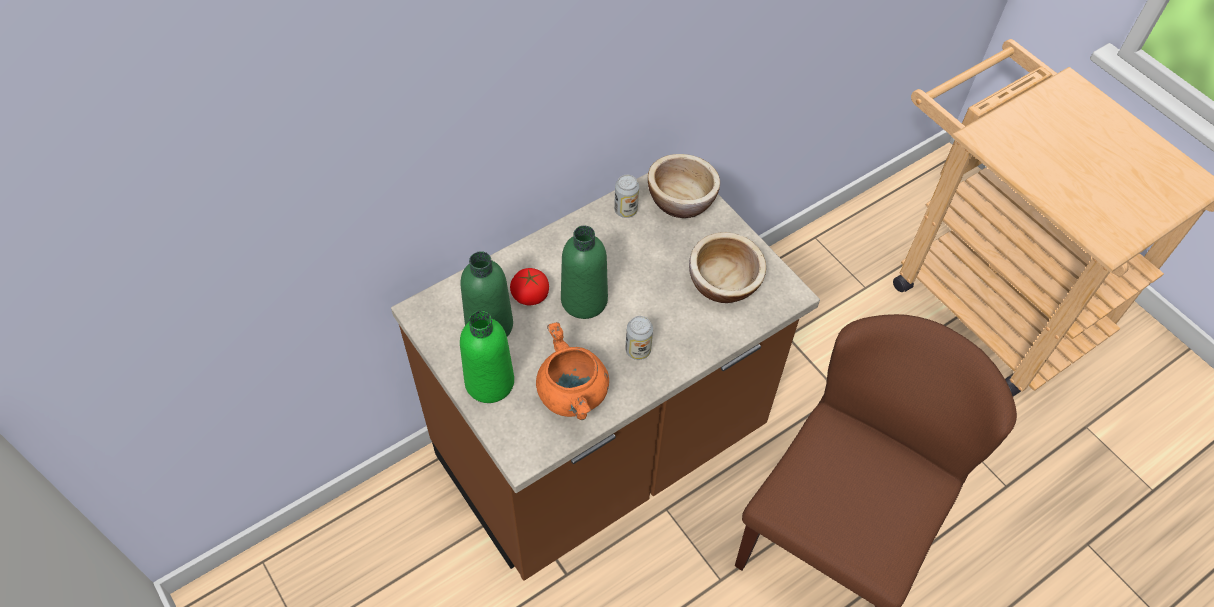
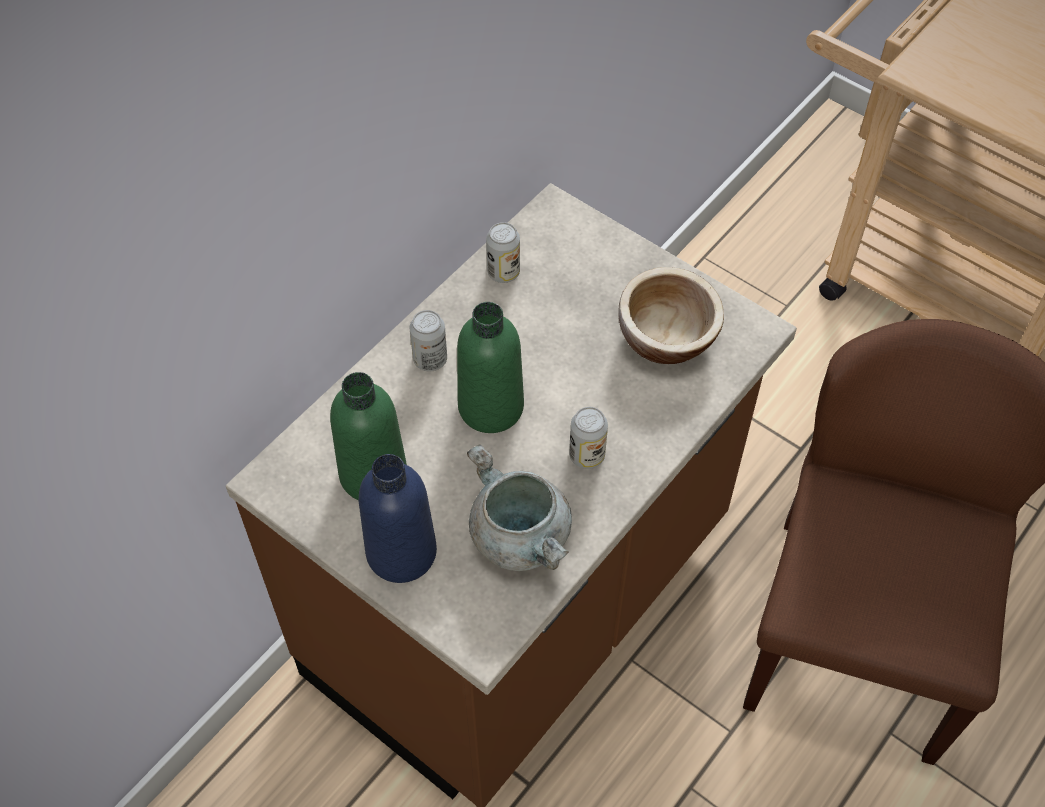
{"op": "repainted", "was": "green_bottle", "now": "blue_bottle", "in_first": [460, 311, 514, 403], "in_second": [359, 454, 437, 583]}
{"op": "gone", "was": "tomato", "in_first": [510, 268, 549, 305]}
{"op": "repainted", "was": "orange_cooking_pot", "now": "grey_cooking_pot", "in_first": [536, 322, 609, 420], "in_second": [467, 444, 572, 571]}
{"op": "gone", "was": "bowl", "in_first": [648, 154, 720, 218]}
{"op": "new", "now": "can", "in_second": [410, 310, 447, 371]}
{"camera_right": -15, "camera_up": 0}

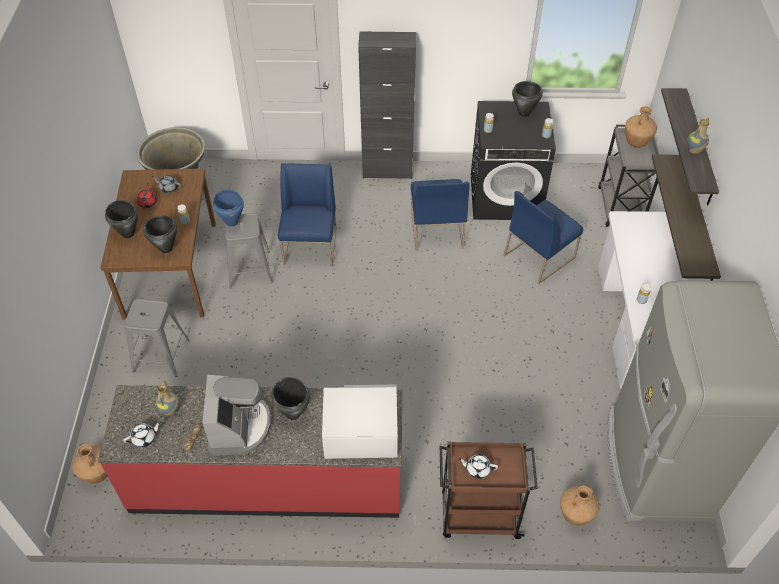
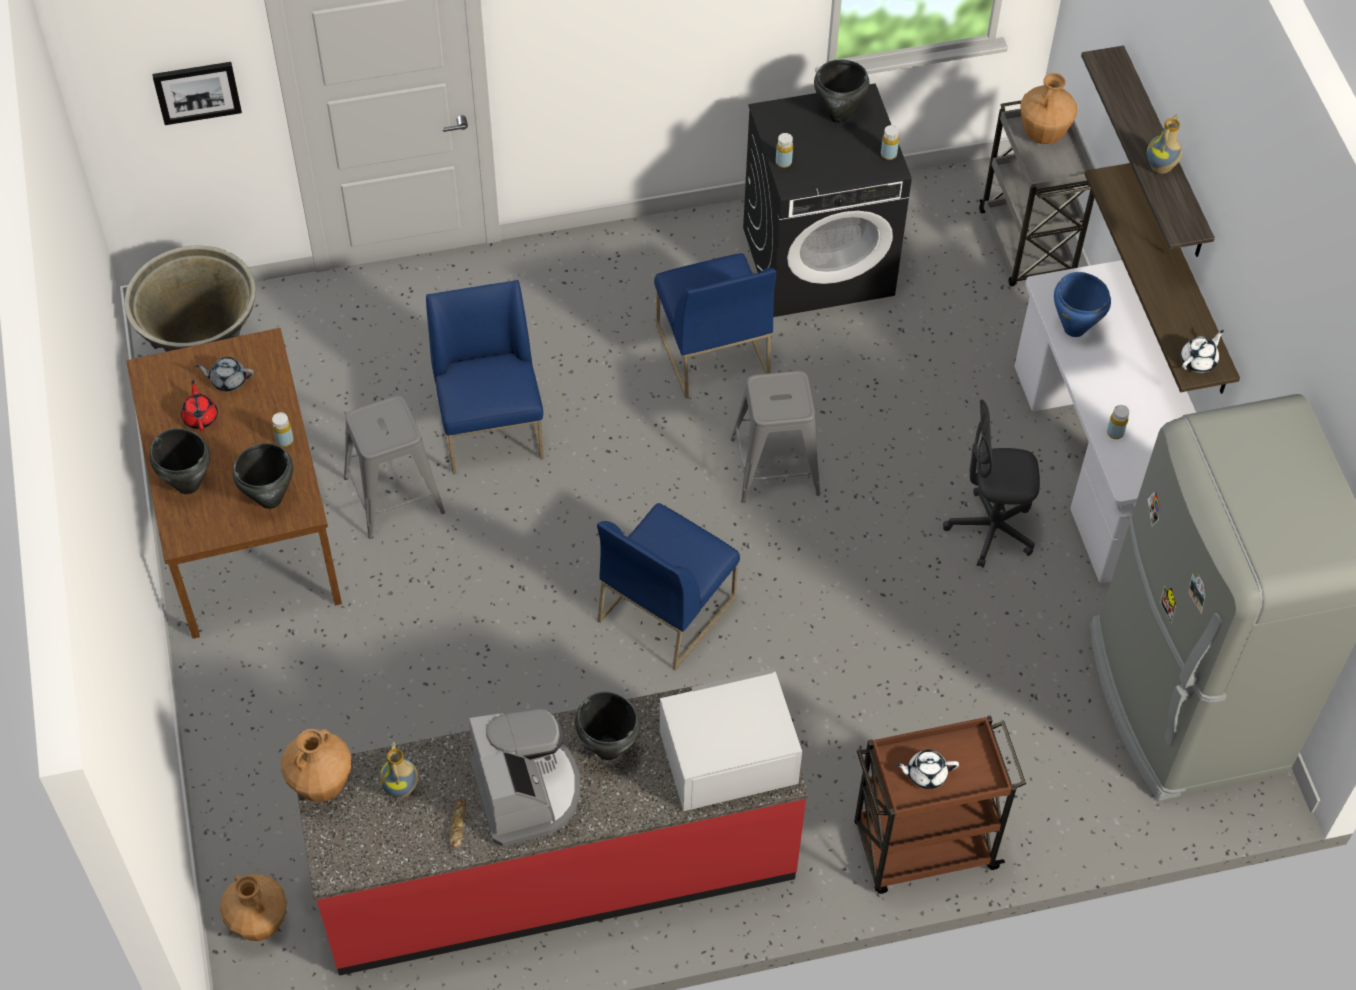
{"op": "shifted", "was": "white_teapot", "in_first": [123, 422, 161, 447], "in_second": [1181, 330, 1224, 373]}
{"op": "shifted", "was": "grey_stool", "in_first": [124, 299, 189, 377], "in_second": [731, 371, 820, 503]}
{"op": "shifted", "was": "blue_cooking_pot", "in_first": [213, 189, 244, 227], "in_second": [1054, 272, 1111, 337]}
{"op": "gone", "was": "black_cabinet", "in_first": [358, 31, 416, 179]}
{"op": "shifted", "was": "blue_chair", "in_first": [503, 191, 583, 284], "in_second": [597, 503, 740, 671]}
{"op": "shifted", "was": "brown_vase", "in_first": [560, 486, 599, 526], "in_second": [281, 729, 351, 802]}
{"op": "new", "now": "picture", "in_second": [152, 62, 242, 125]}
{"op": "new", "now": "grey_office_chair", "in_second": [943, 400, 1040, 568]}
{"camera_right": -15, "camera_up": 5}

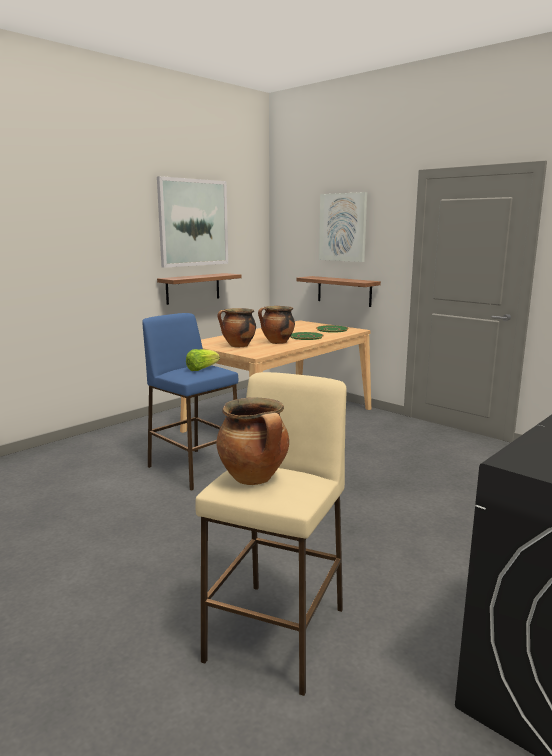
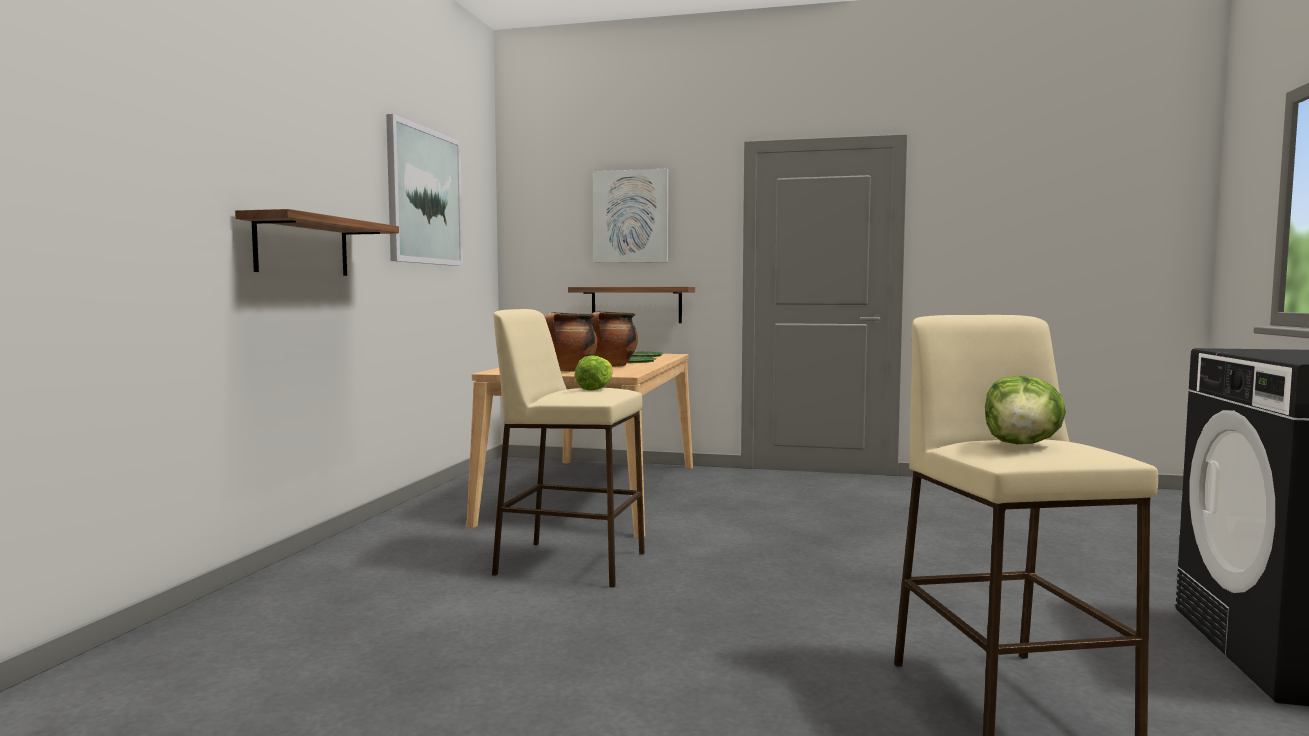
{"op": "repainted", "was": "blue_stool", "now": "beige_stool", "in_first": [142, 313, 238, 491], "in_second": [492, 309, 645, 588]}
{"op": "shifted", "was": "shelf", "in_first": [157, 273, 242, 305], "in_second": [235, 209, 399, 276]}
{"op": "swapped", "was": "cooking_pot", "now": "lettuce", "in_first": [216, 397, 289, 485], "in_second": [985, 376, 1066, 445]}
{"camera_right": -30, "camera_up": -10}

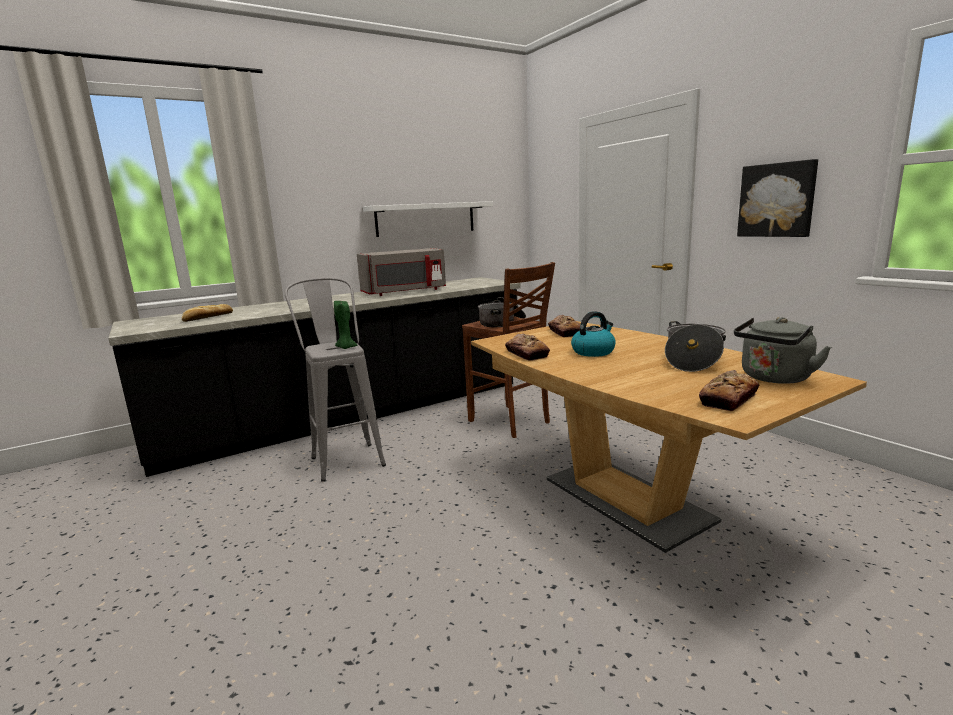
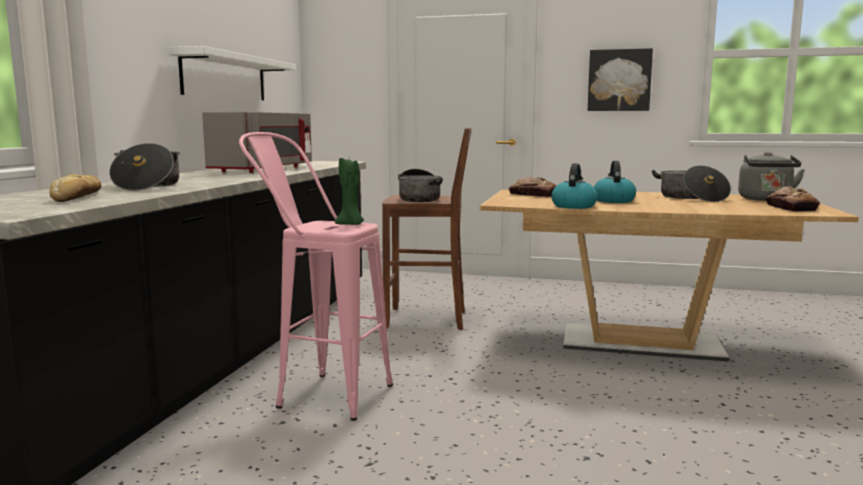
{"op": "repainted", "was": "grey_stool", "now": "pink_stool", "in_first": [285, 277, 386, 482], "in_second": [239, 132, 393, 421]}
{"op": "swapped", "was": "bread", "now": "kettle", "in_first": [505, 334, 550, 361], "in_second": [551, 163, 597, 209]}
{"op": "new", "now": "cooking_pot", "in_second": [109, 143, 180, 191]}
{"camera_right": -45, "camera_up": -5}

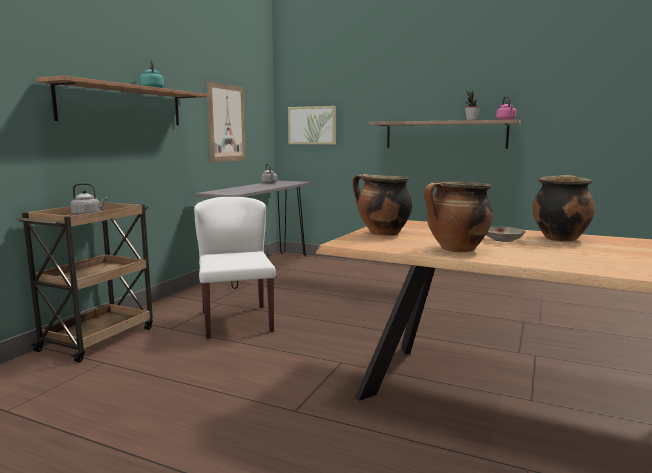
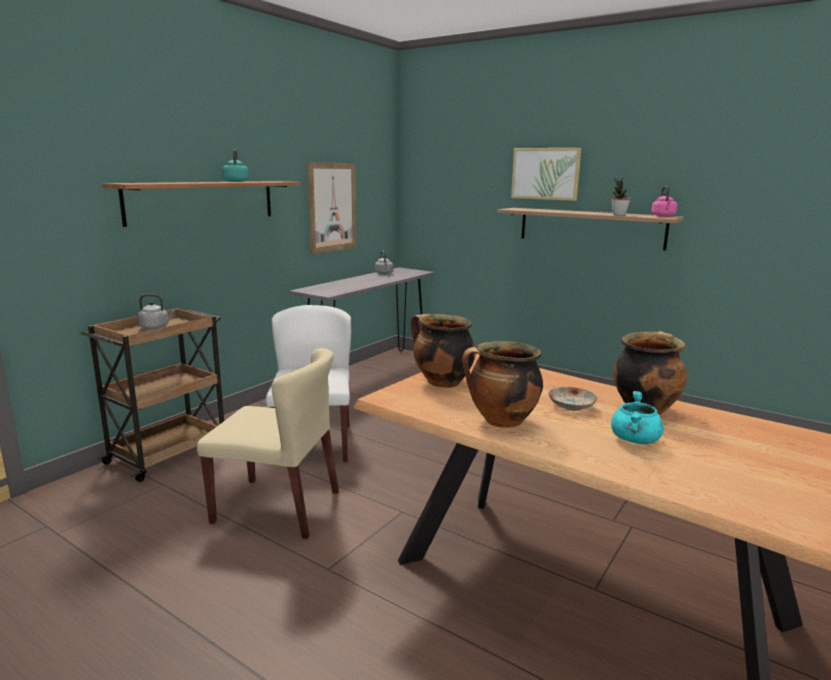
{"op": "shifted", "was": "picture", "in_first": [288, 106, 336, 144], "in_second": [511, 148, 581, 201]}
{"op": "new", "now": "beige_chair", "in_second": [197, 348, 339, 539]}
{"op": "new", "now": "turquoise_cooking_pot", "in_second": [611, 391, 664, 444]}
{"camera_right": 10, "camera_up": 5}

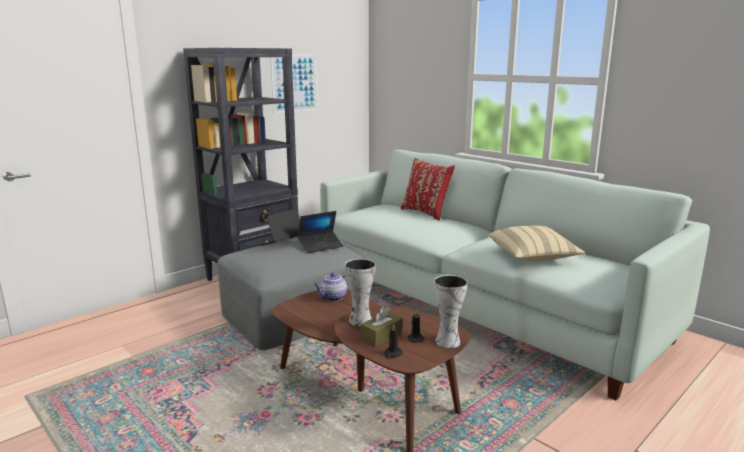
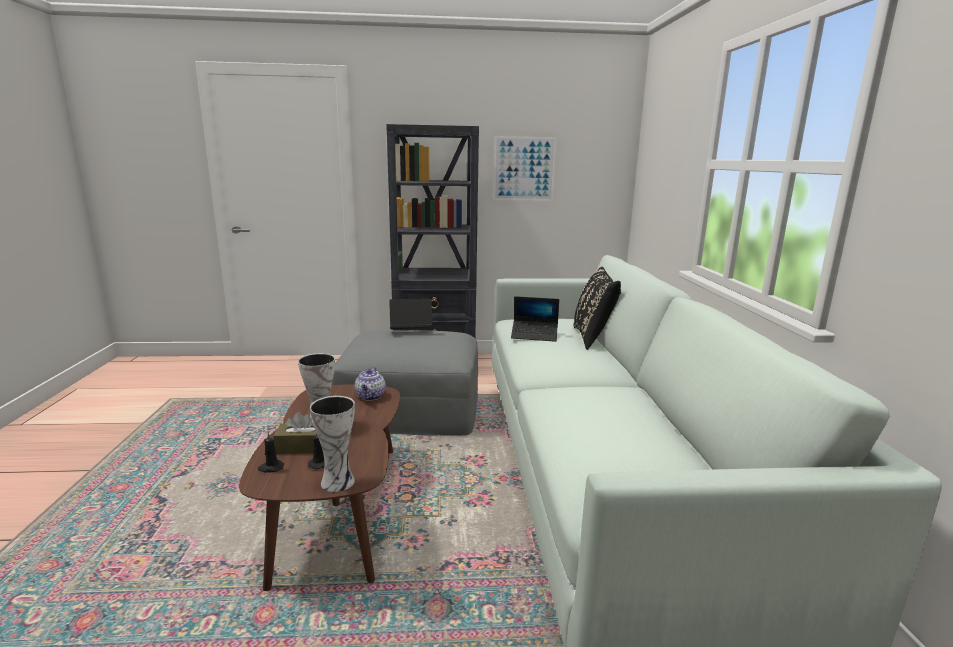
{"op": "shifted", "was": "laptop", "in_first": [298, 211, 343, 253], "in_second": [511, 296, 559, 342]}
{"op": "rotated", "was": "teapot", "in_first": [314, 273, 349, 301], "in_second": [355, 367, 386, 401], "clockwise": -90}
{"op": "repainted", "was": "red_pillow", "now": "black_pillow", "in_first": [401, 158, 455, 221], "in_second": [574, 267, 621, 350]}
{"op": "gone", "was": "beige_pillow", "in_first": [489, 225, 585, 261]}
{"camera_right": 40, "camera_up": 0}

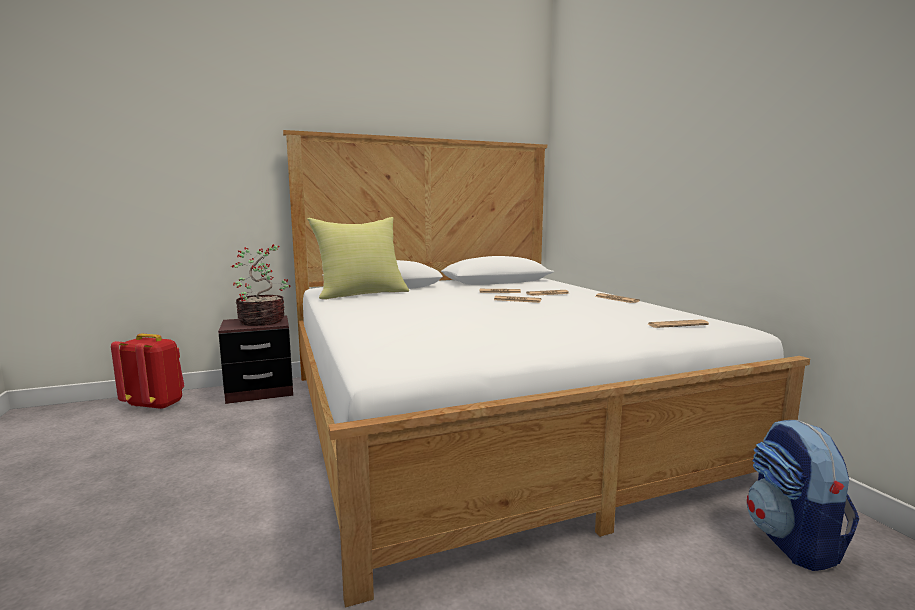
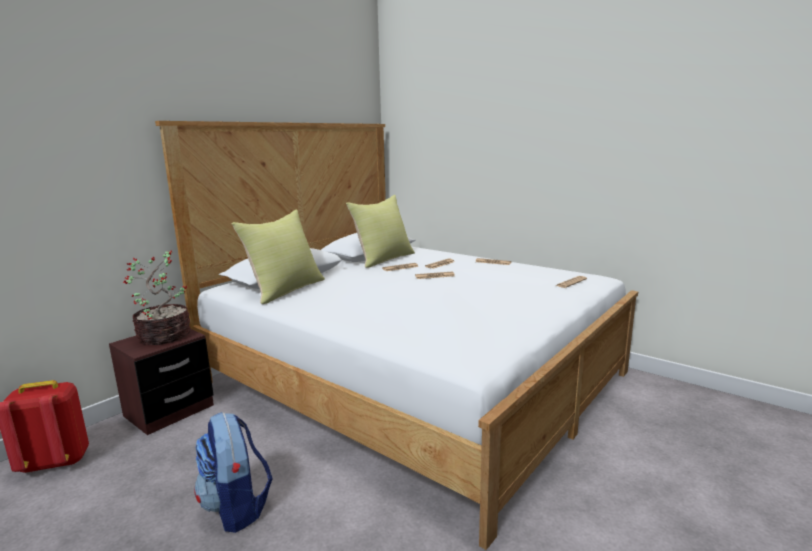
{"op": "shifted", "was": "backpack", "in_first": [747, 420, 859, 571], "in_second": [194, 412, 273, 533]}
{"op": "new", "now": "yellow_pillow", "in_second": [346, 195, 415, 268]}
{"camera_right": -30, "camera_up": 5}

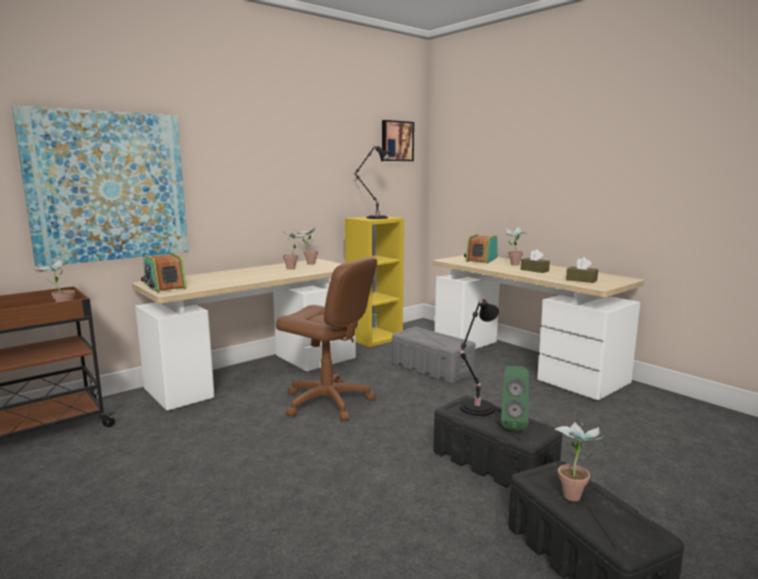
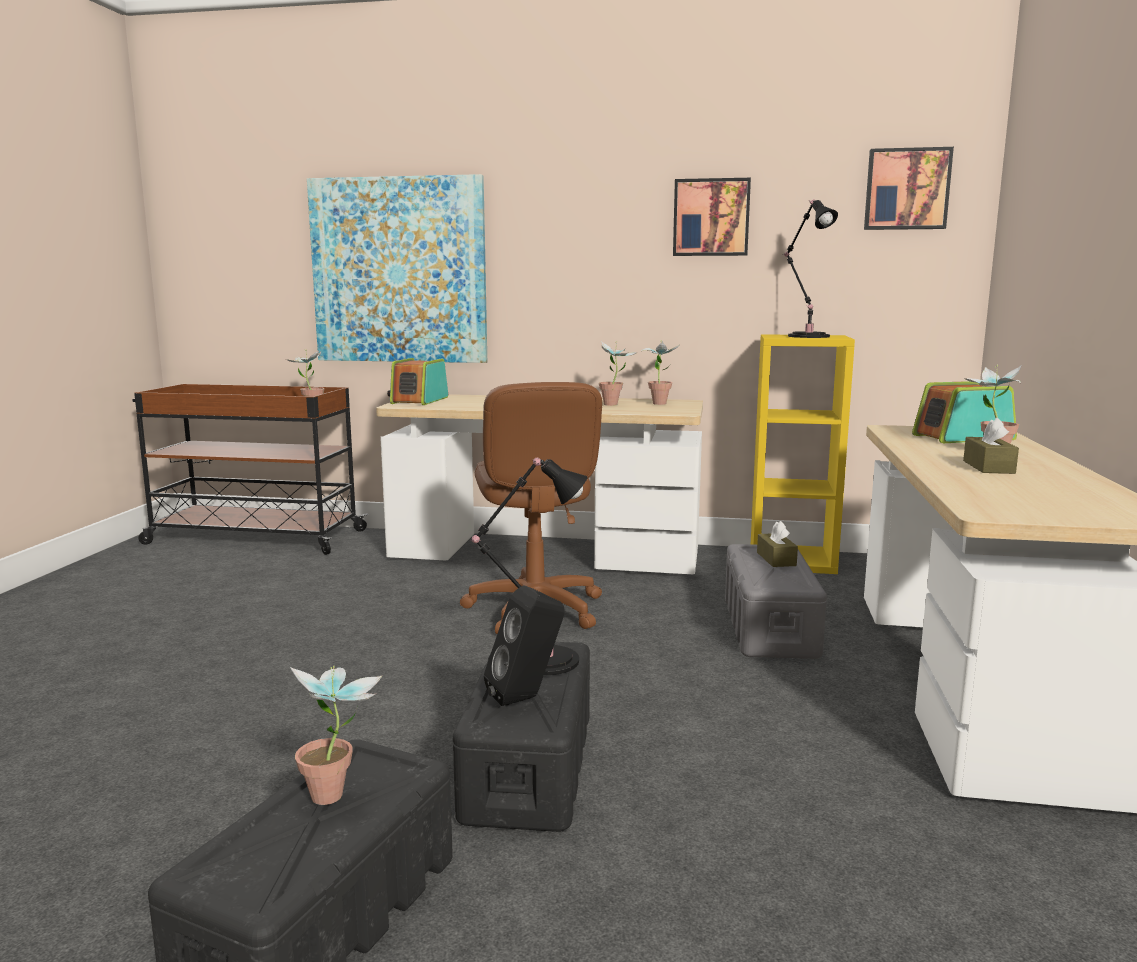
{"op": "repainted", "was": "green_speaker", "now": "black_speaker", "in_first": [501, 366, 529, 431], "in_second": [484, 585, 564, 706]}
{"op": "shifted", "was": "brown_tissue_box", "in_first": [566, 257, 598, 283], "in_second": [757, 521, 798, 567]}
{"op": "new", "now": "picture", "in_second": [673, 178, 751, 256]}
{"camera_right": 50, "camera_up": 0}

